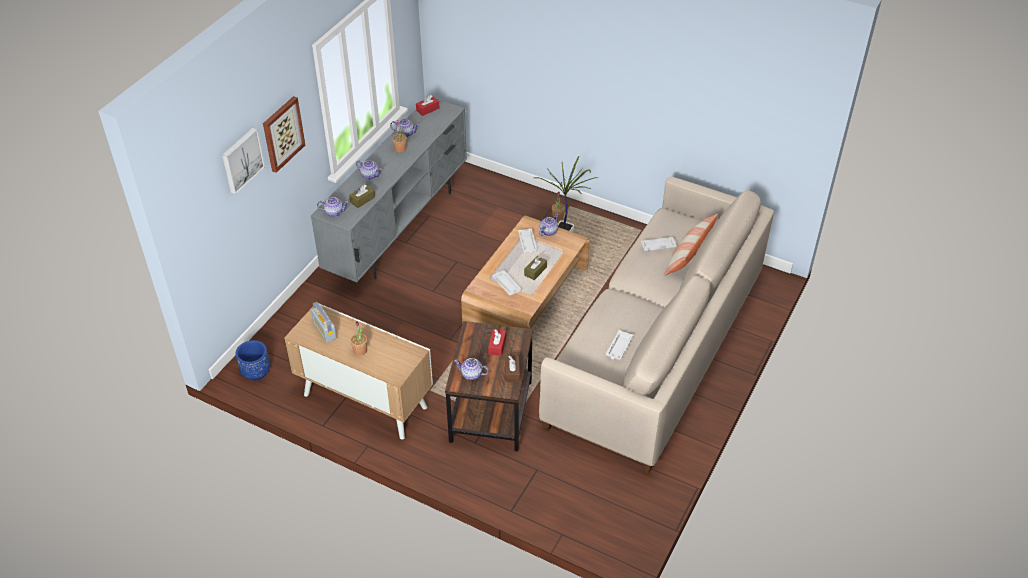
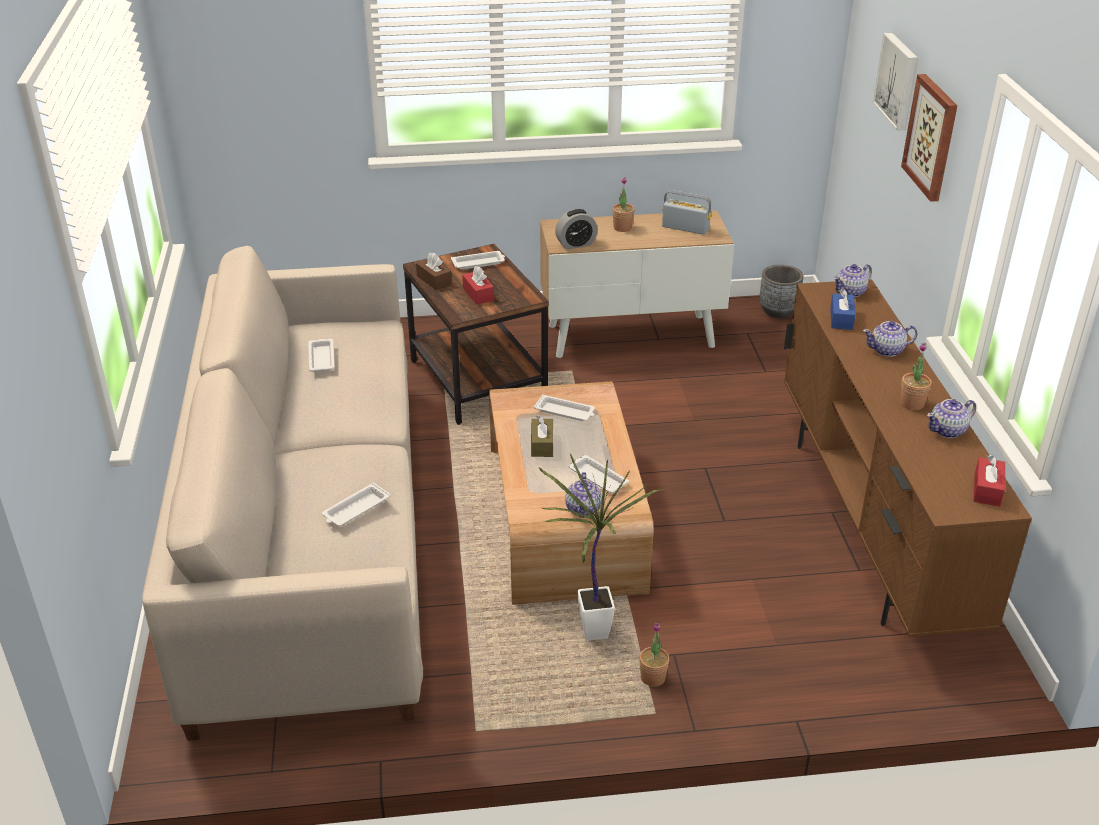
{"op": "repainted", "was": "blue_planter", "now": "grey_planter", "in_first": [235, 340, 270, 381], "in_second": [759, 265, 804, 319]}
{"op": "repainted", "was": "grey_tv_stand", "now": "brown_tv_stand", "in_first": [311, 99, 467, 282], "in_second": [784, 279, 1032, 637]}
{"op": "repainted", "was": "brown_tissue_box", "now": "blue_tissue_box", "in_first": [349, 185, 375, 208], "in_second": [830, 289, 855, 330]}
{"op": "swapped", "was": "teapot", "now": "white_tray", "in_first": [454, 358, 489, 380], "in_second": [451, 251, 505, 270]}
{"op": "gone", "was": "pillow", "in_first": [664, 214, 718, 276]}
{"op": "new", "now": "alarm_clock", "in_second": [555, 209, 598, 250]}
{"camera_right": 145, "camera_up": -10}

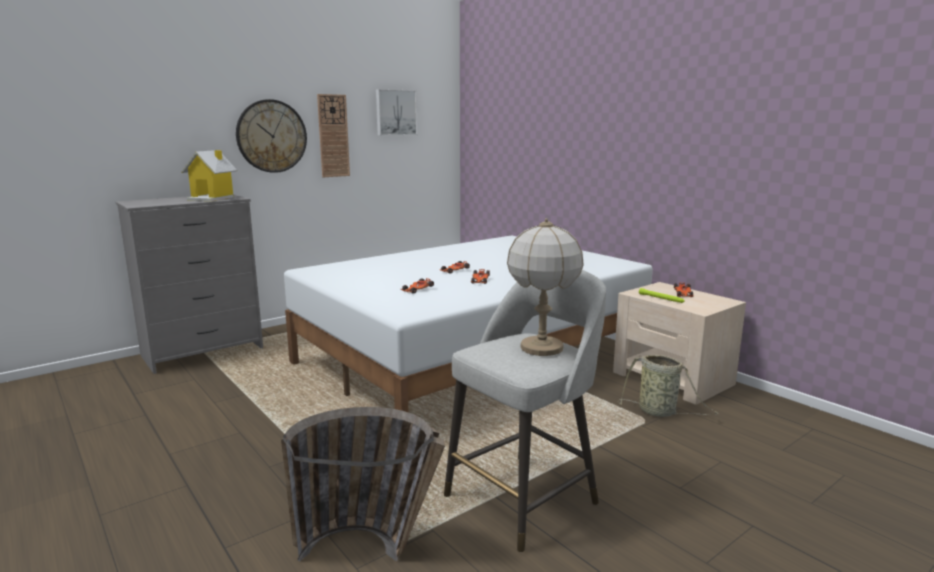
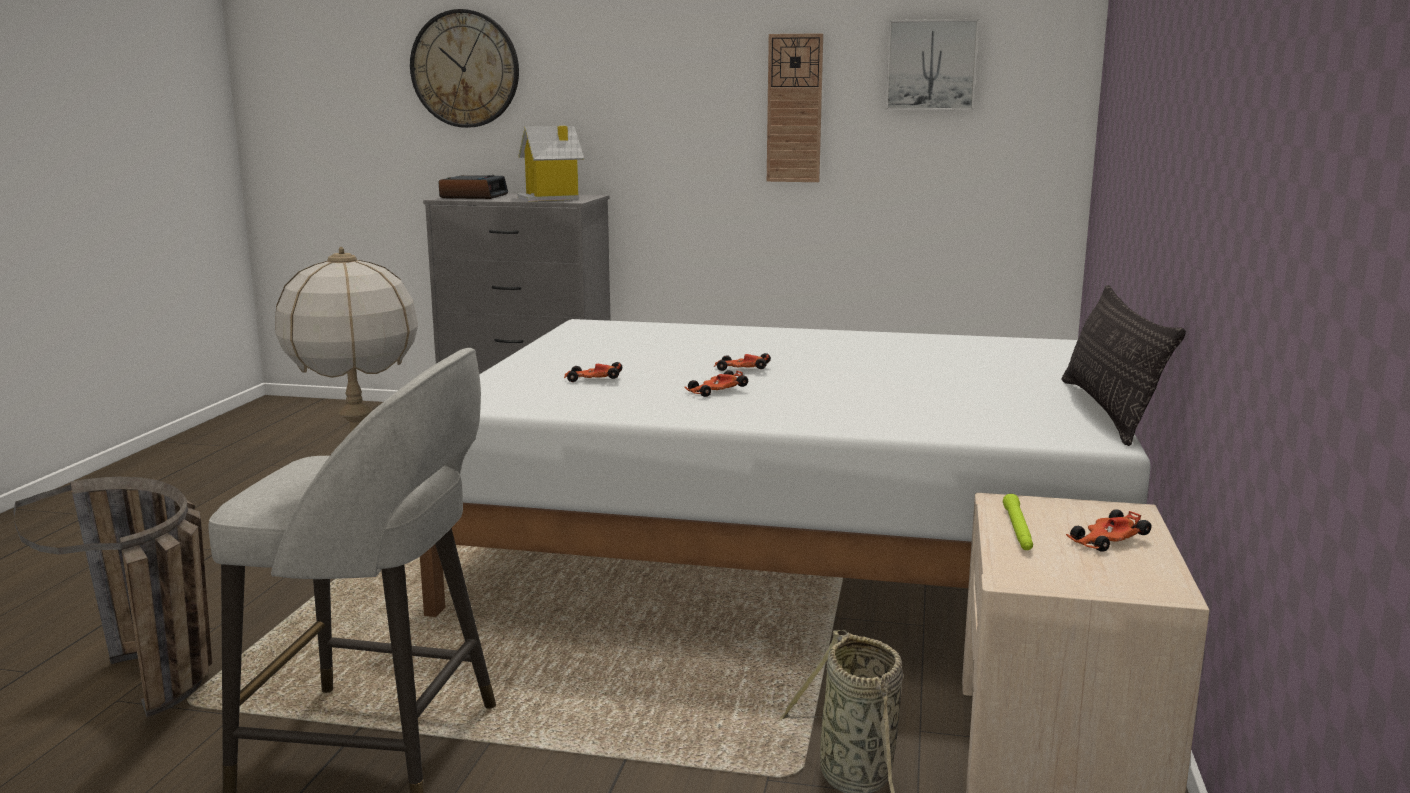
{"op": "shifted", "was": "wall_clock", "in_first": [236, 99, 307, 173], "in_second": [410, 9, 519, 128]}
{"op": "new", "now": "alarm_clock", "in_second": [439, 175, 508, 199]}
{"op": "new", "now": "pillow", "in_second": [1061, 285, 1186, 446]}
{"camera_right": 50, "camera_up": 0}

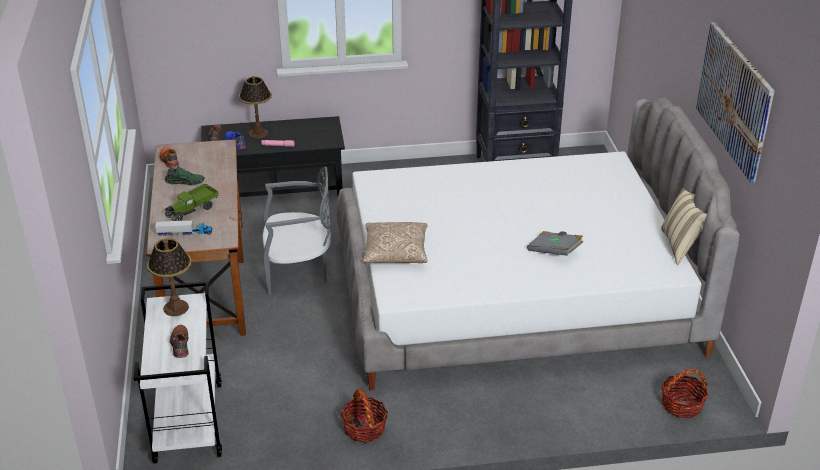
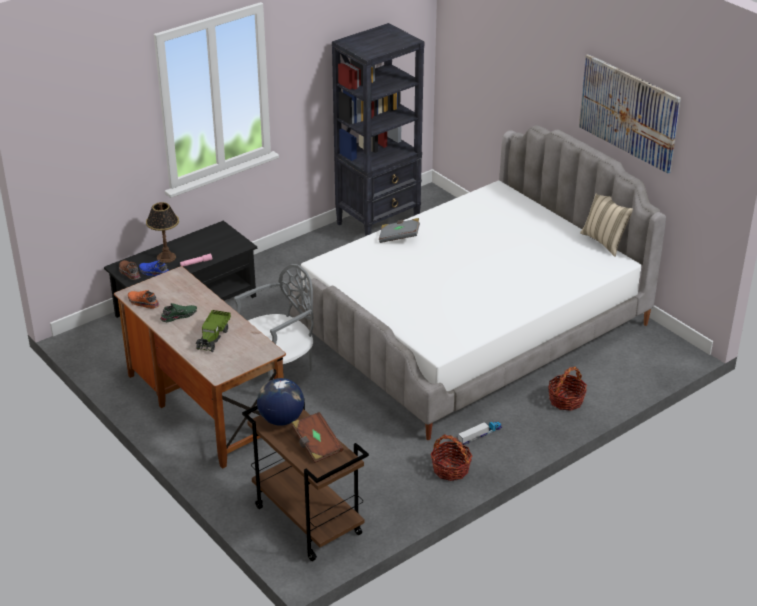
{"op": "repainted", "was": "white_cart", "now": "brown_cart", "in_first": [134, 281, 222, 463], "in_second": [242, 400, 369, 561]}
{"op": "swapped", "was": "table_lamp", "now": "globe", "in_first": [147, 238, 192, 316], "in_second": [257, 378, 304, 426]}
{"op": "shifted", "was": "toy_truck", "in_first": [155, 220, 212, 236], "in_second": [458, 422, 502, 445]}
{"op": "swapped", "was": "brown_shoe", "now": "brown_book", "in_first": [170, 325, 188, 358], "in_second": [292, 412, 343, 463]}
{"op": "gone", "was": "pillow", "in_first": [362, 222, 428, 263]}
{"op": "shifted", "was": "grey_book", "in_first": [527, 231, 583, 256], "in_second": [379, 218, 420, 243]}
{"op": "shifted", "was": "basket", "in_first": [662, 368, 708, 418], "in_second": [548, 366, 587, 411]}
{"camera_right": -30, "camera_up": 0}

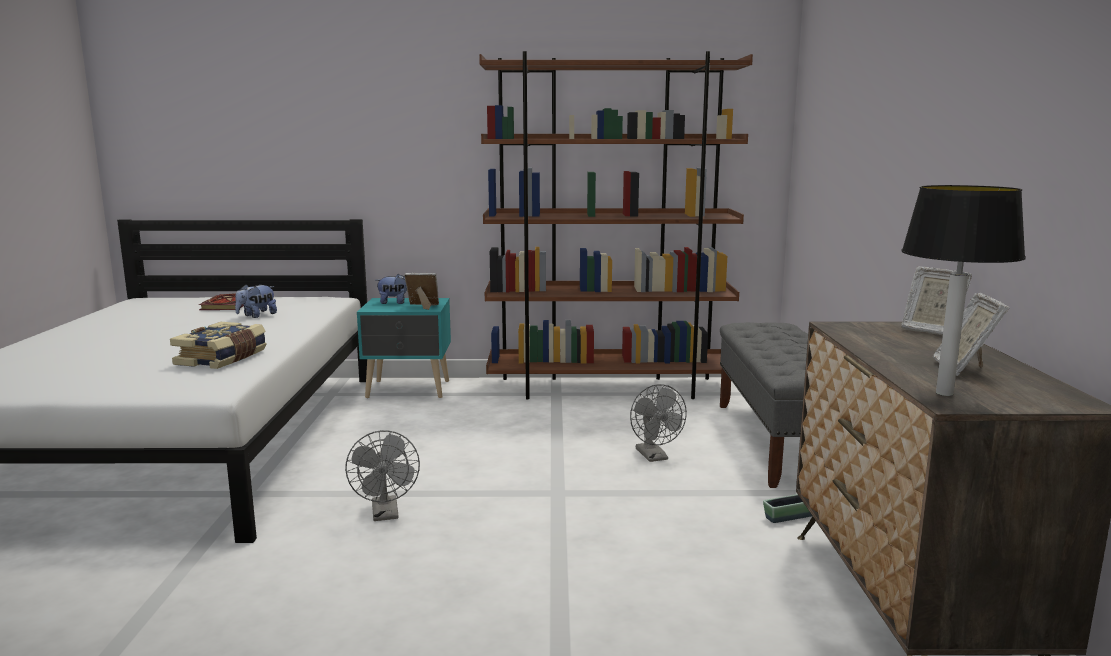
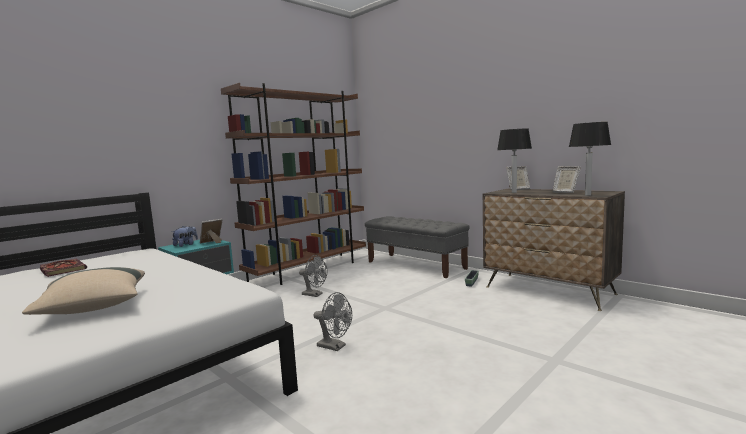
{"op": "gone", "was": "book", "in_first": [170, 322, 267, 369]}
{"op": "gone", "was": "plush_toy", "in_first": [235, 284, 277, 318]}
{"op": "shifted", "was": "grey_fan", "in_first": [630, 384, 687, 462], "in_second": [299, 255, 327, 297]}
{"op": "new", "now": "beige_pillow", "in_second": [22, 267, 145, 315]}
{"op": "new", "now": "table_lamp", "in_second": [497, 128, 532, 193]}
{"camera_right": -45, "camera_up": -5}

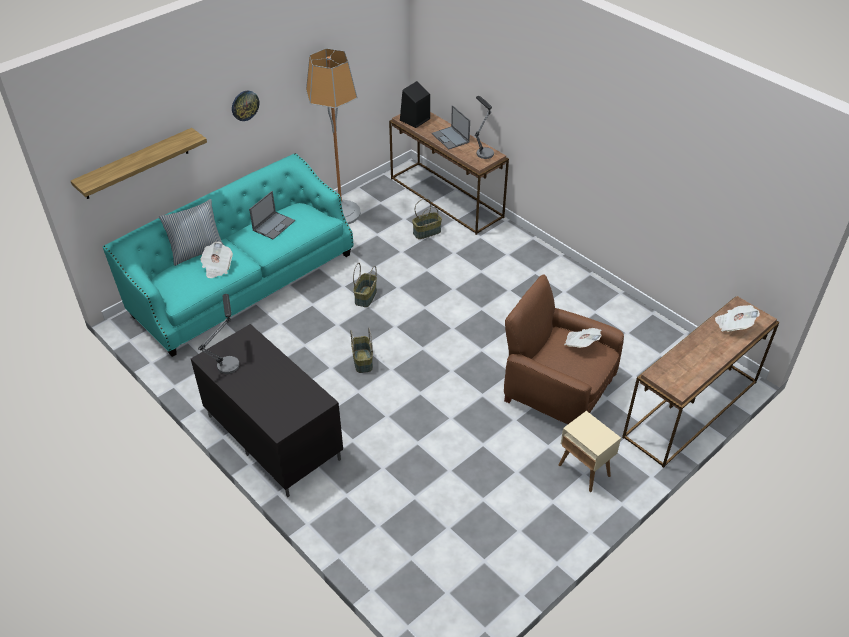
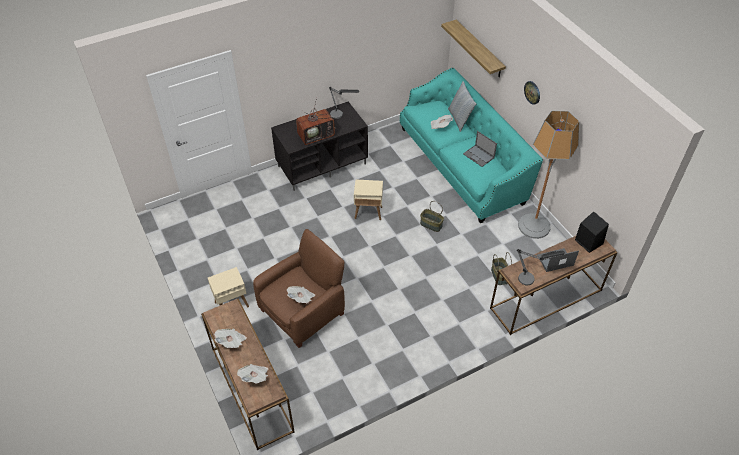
{"op": "swapped", "was": "basket", "now": "beige_side_table", "in_first": [350, 328, 373, 373], "in_second": [354, 179, 383, 220]}
{"op": "new", "now": "newspaper", "in_second": [214, 329, 247, 348]}
{"op": "new", "now": "television", "in_second": [296, 97, 336, 145]}
{"camera_right": 105, "camera_up": 5}

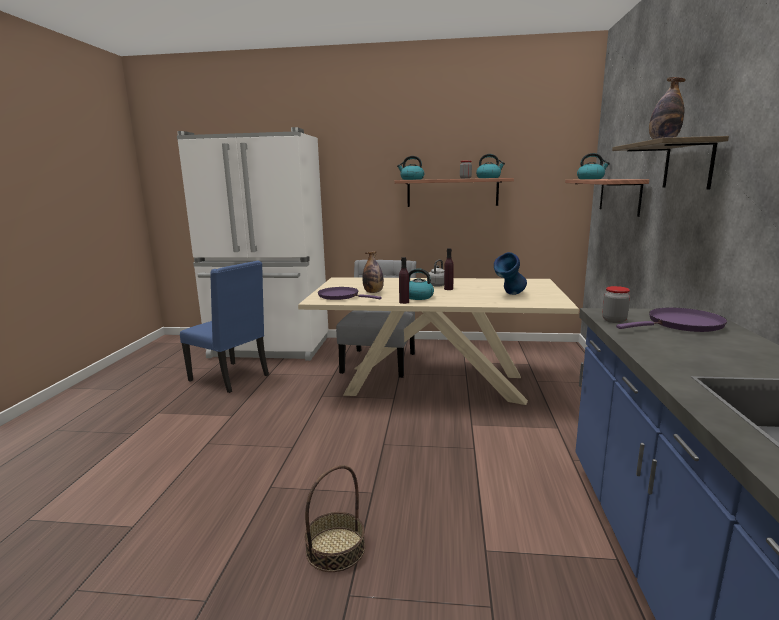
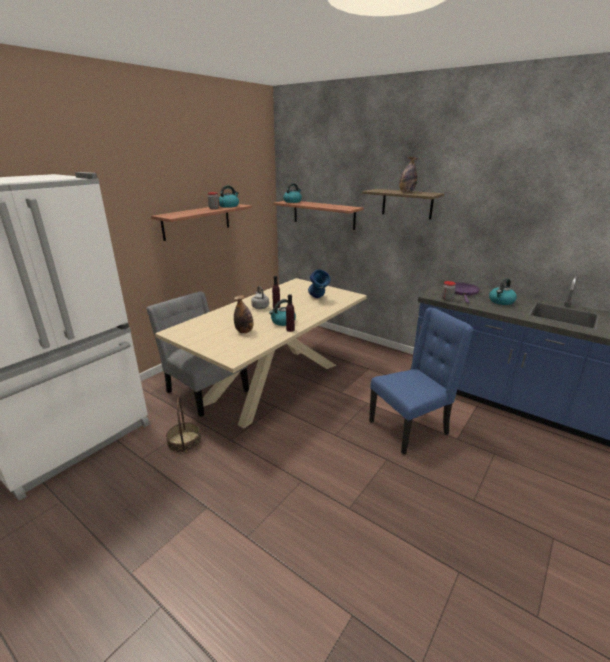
{"op": "shifted", "was": "blue_chair", "in_first": [180, 261, 269, 393], "in_second": [369, 307, 474, 455]}
{"op": "shifted", "was": "basket", "in_first": [305, 465, 365, 572], "in_second": [166, 396, 201, 453]}
{"op": "gone", "was": "purple_frying_pan", "in_first": [318, 287, 382, 300]}
{"op": "shifted", "was": "kettle", "in_first": [397, 156, 424, 180], "in_second": [489, 278, 517, 305]}
{"camera_right": -60, "camera_up": 10}

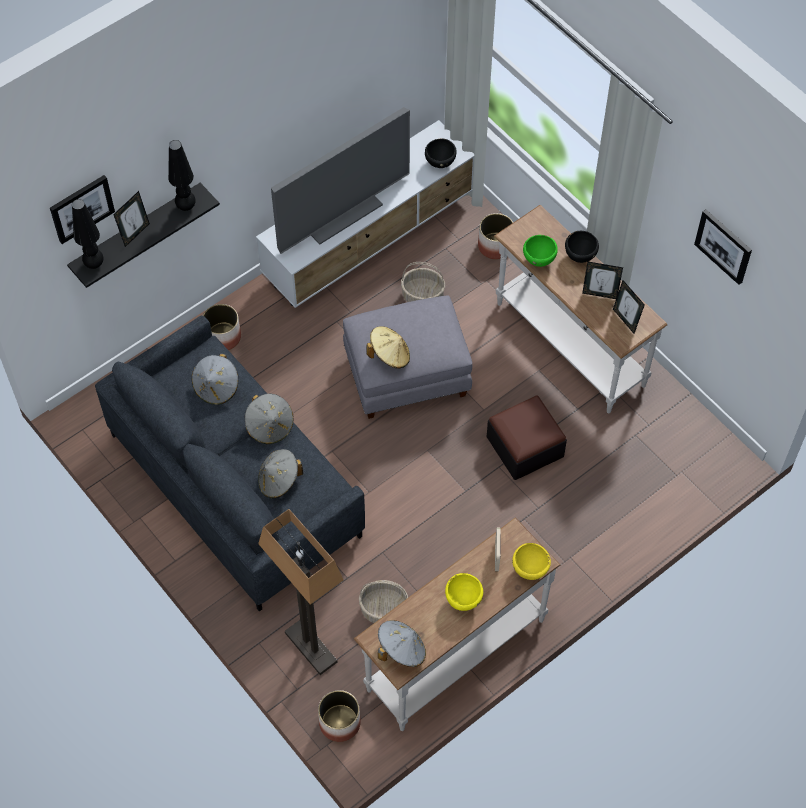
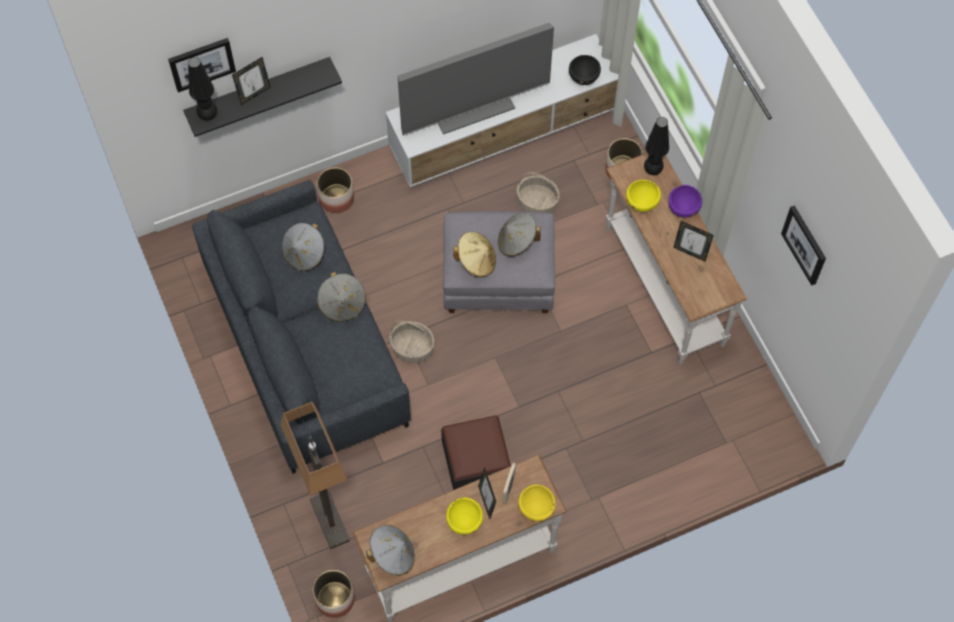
{"op": "shifted", "was": "black_table_lamp", "in_first": [168, 140, 196, 211], "in_second": [644, 117, 669, 175]}
{"op": "shifted", "was": "grey_hat", "in_first": [258, 449, 303, 498], "in_second": [498, 213, 541, 257]}
{"op": "shifted", "was": "basket", "in_first": [359, 580, 408, 623], "in_second": [389, 321, 435, 363]}
{"op": "shifted", "was": "ottoman", "in_first": [487, 395, 567, 480], "in_second": [441, 415, 511, 490]}
{"op": "repainted", "was": "green_bowl", "now": "yellow_bowl", "in_first": [523, 235, 558, 267], "in_second": [626, 180, 661, 212]}
{"op": "repainted", "was": "black_bowl", "now": "purple_bowl", "in_first": [565, 231, 599, 263], "in_second": [668, 185, 702, 218]}
{"op": "shifted", "was": "picture_frame", "in_first": [613, 280, 645, 333], "in_second": [478, 467, 496, 519]}
{"camera_right": 15, "camera_up": 5}

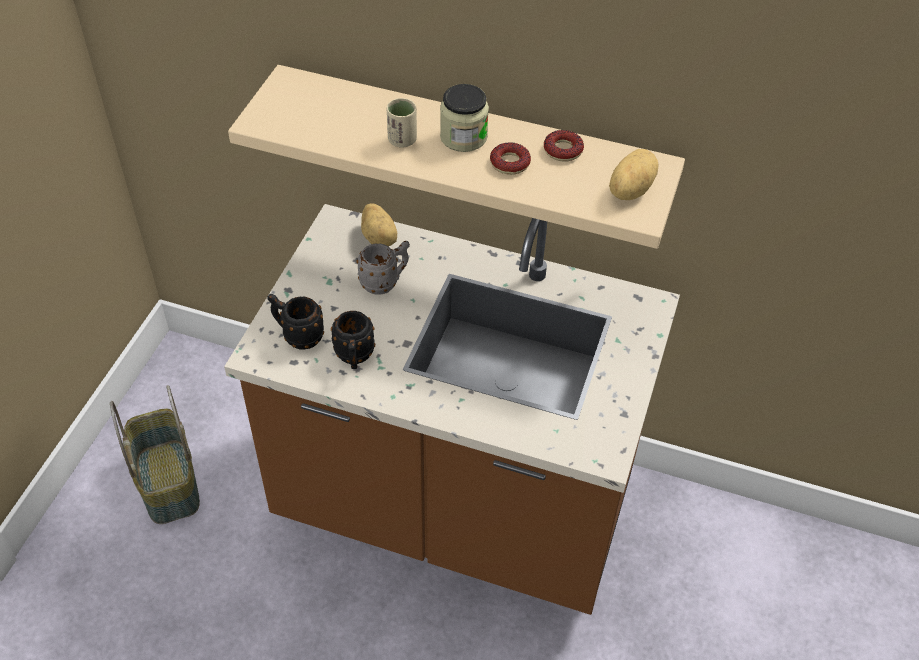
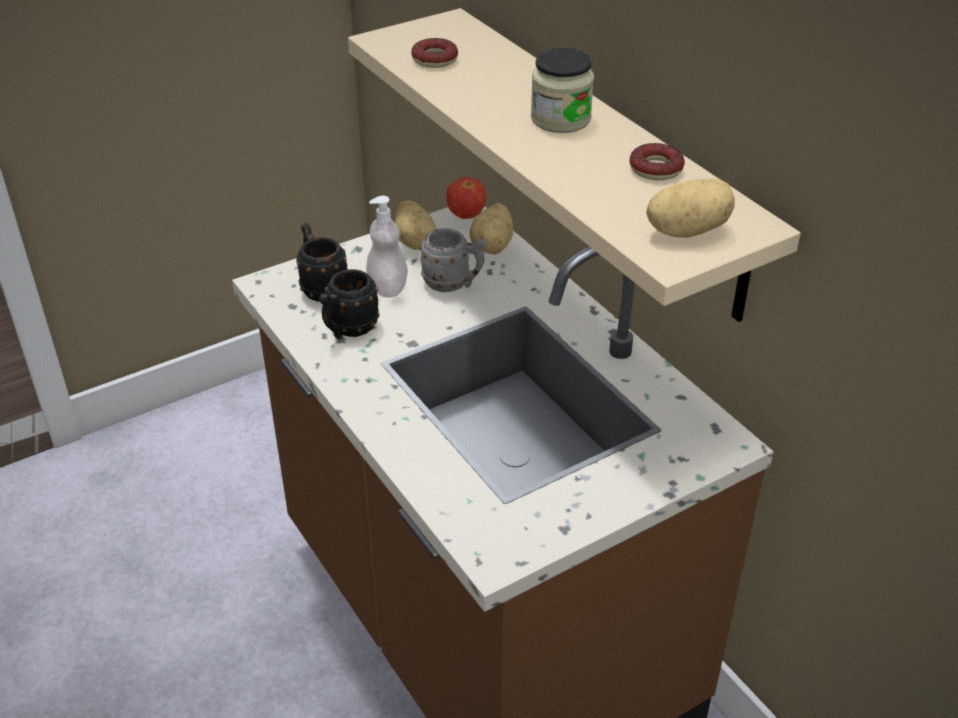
{"op": "gone", "was": "basket", "in_first": [110, 385, 200, 524]}
{"op": "gone", "was": "beige_cup", "in_first": [387, 98, 417, 148]}
{"op": "shifted", "was": "donut", "in_first": [490, 142, 531, 175], "in_second": [411, 38, 458, 68]}
{"op": "new", "now": "soap_dispenser", "in_second": [366, 196, 408, 298]}
{"op": "new", "now": "potato", "in_second": [395, 200, 436, 250]}
{"op": "new", "now": "apple", "in_second": [446, 177, 487, 219]}
{"camera_right": 40, "camera_up": -10}

